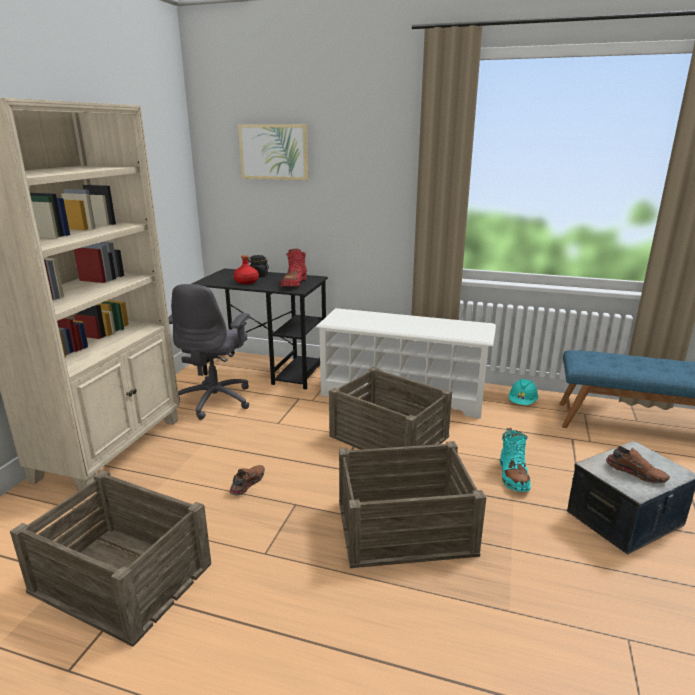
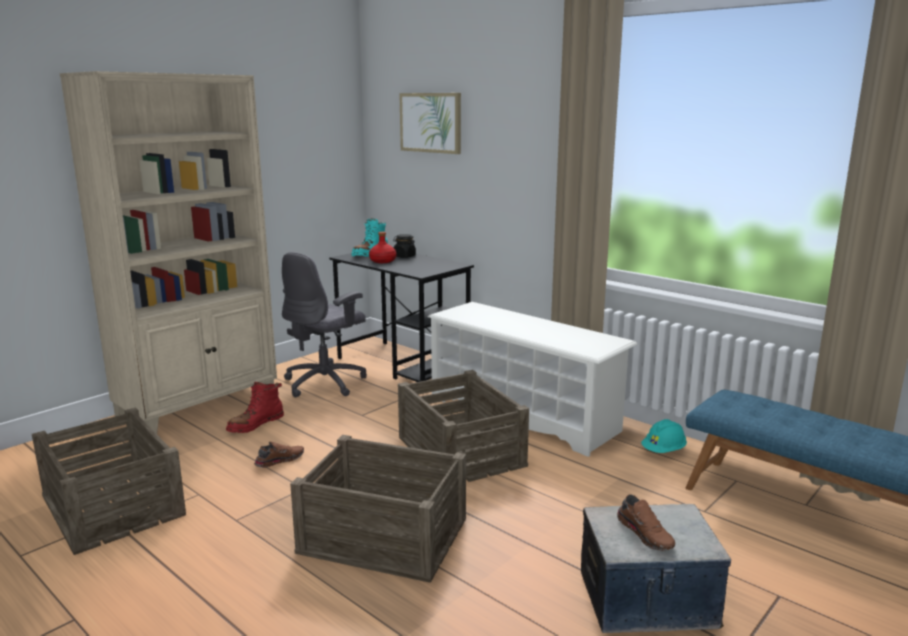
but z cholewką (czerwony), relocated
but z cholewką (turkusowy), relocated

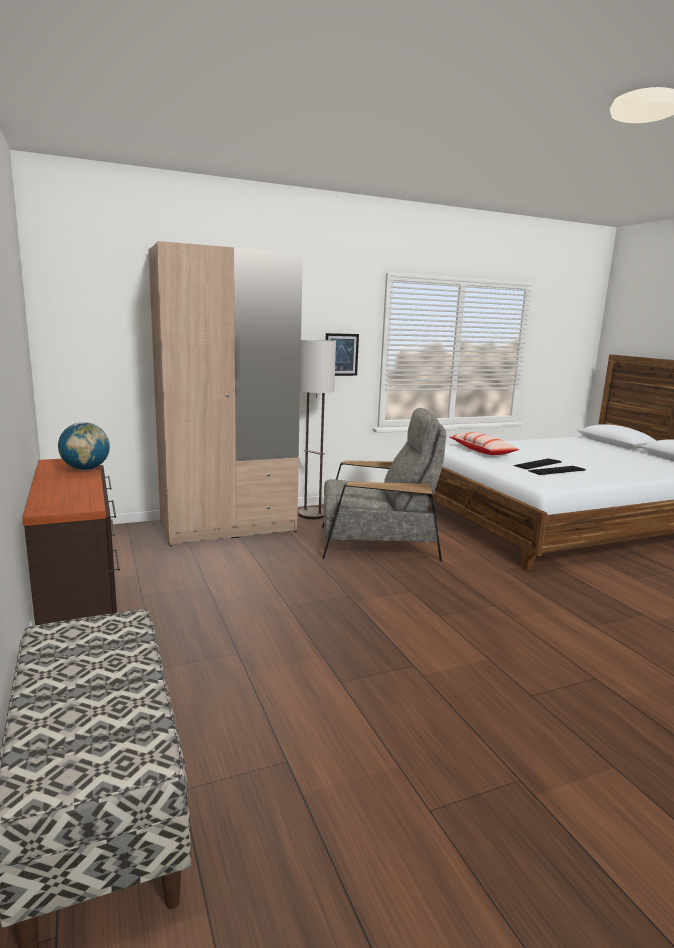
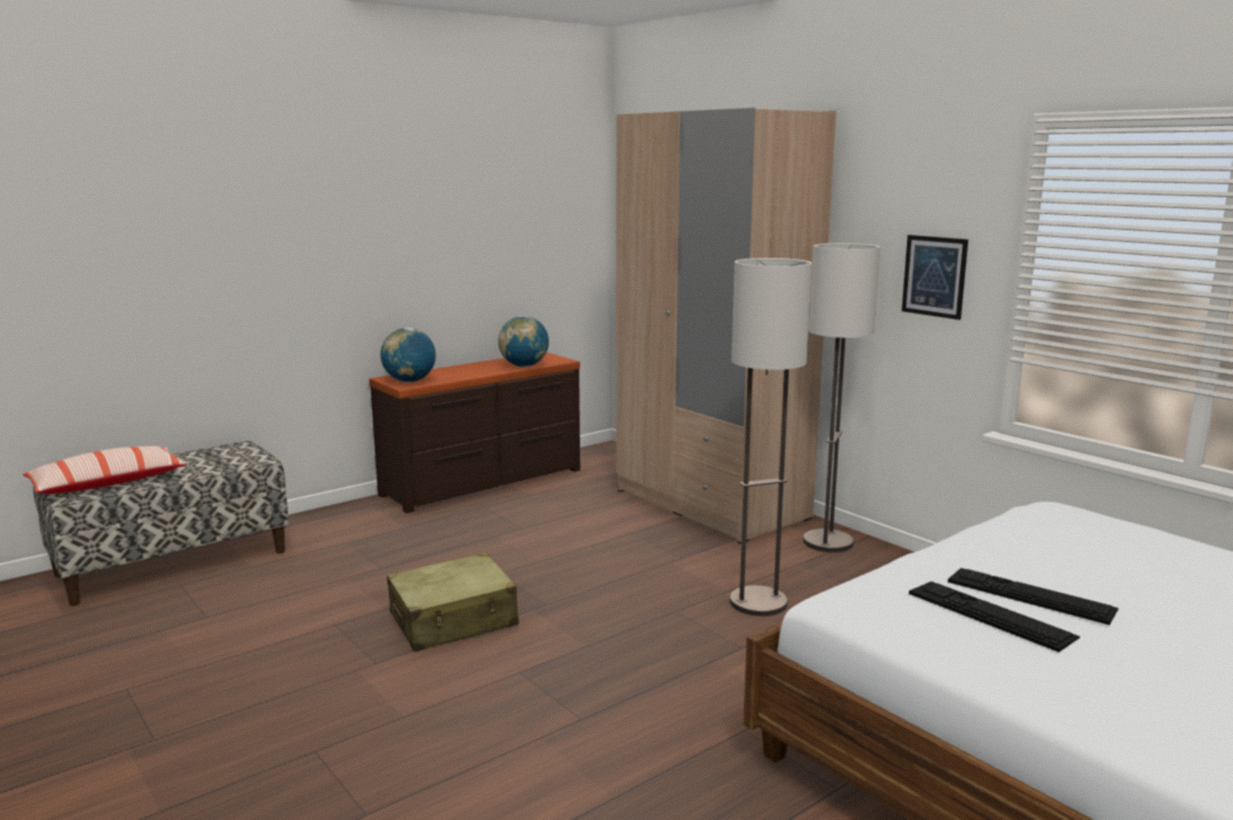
fotel (szary) -> lampa stojąca (no. 1 from left)
poduszka, relocated
none -> globus (no. 1 from left)
none -> walizka (beżowy)

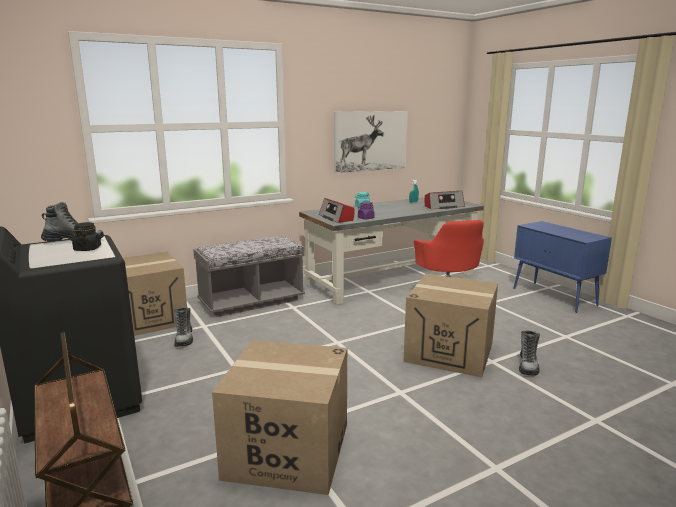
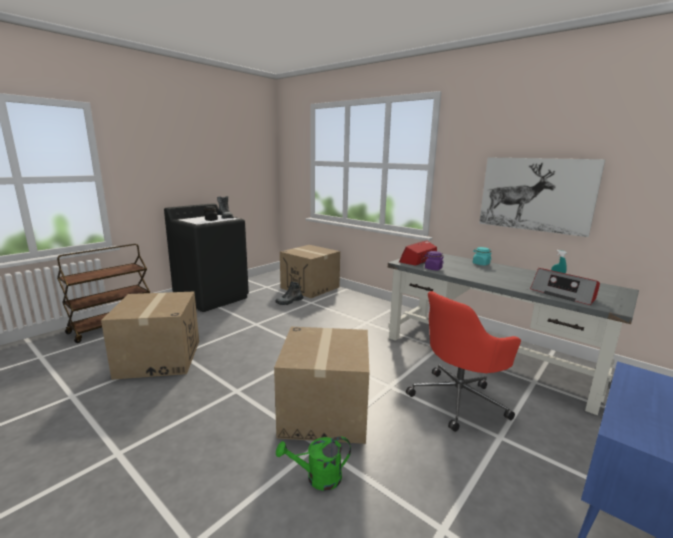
ławka (szary) -> none
but z cholewką (no. 3 from left) -> konewka (zielony)

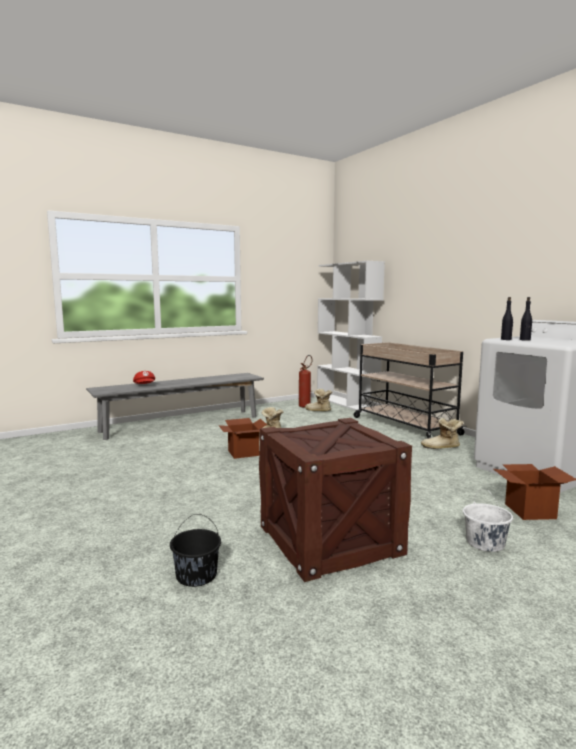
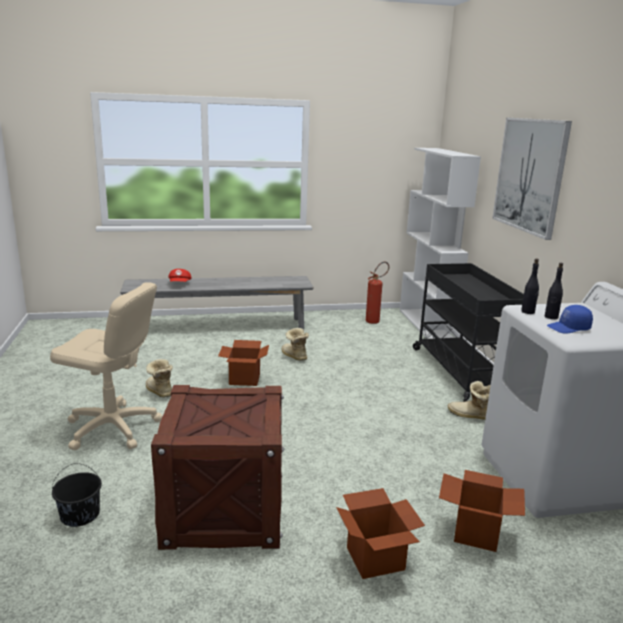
but z cholewką (no. 2 from left in the first image) -> but z cholewką (no. 1 from left), relocated
wózek (beżowy) -> wózek (czarny)
wiadro (biały) -> karton (no. 2 from left)
none -> krzesło biurowe (beżowy)
none -> obraz
none -> czapka z daszkiem (niebieski)

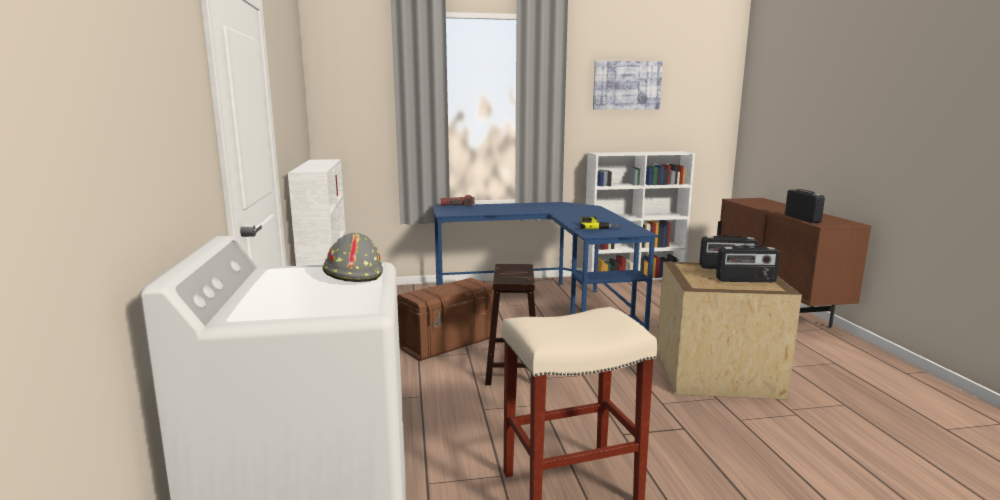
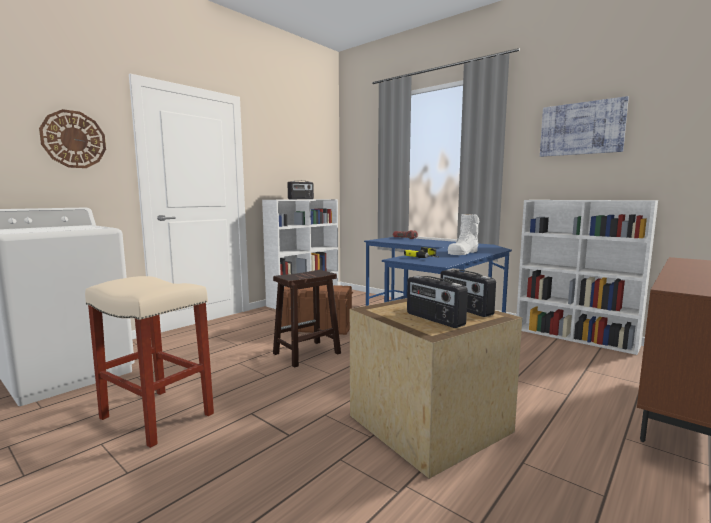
kask (szary) -> none
radio (no. 3 from left in the first image) -> radio (no. 1 from left), relocated
none -> zegar ścienny
none -> but z cholewką (biały)

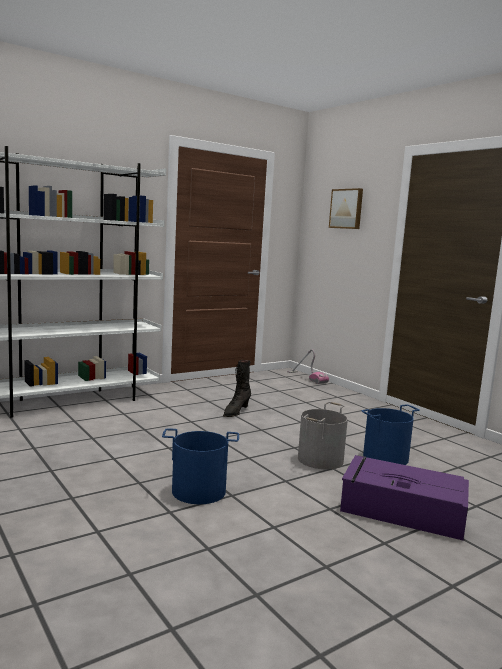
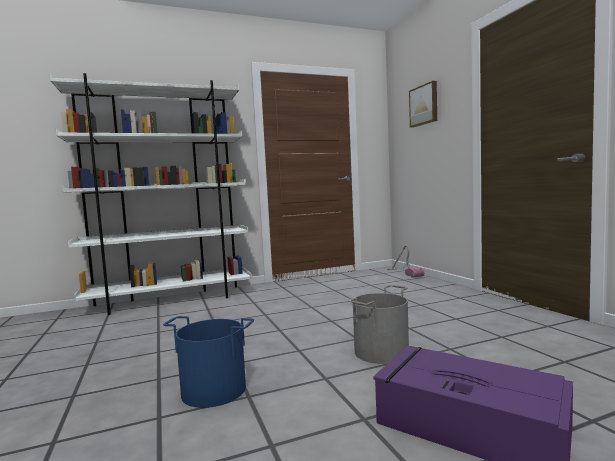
but z cholewką (czarny) -> none
wiadro (niebieski) (no. 2 from left) -> none

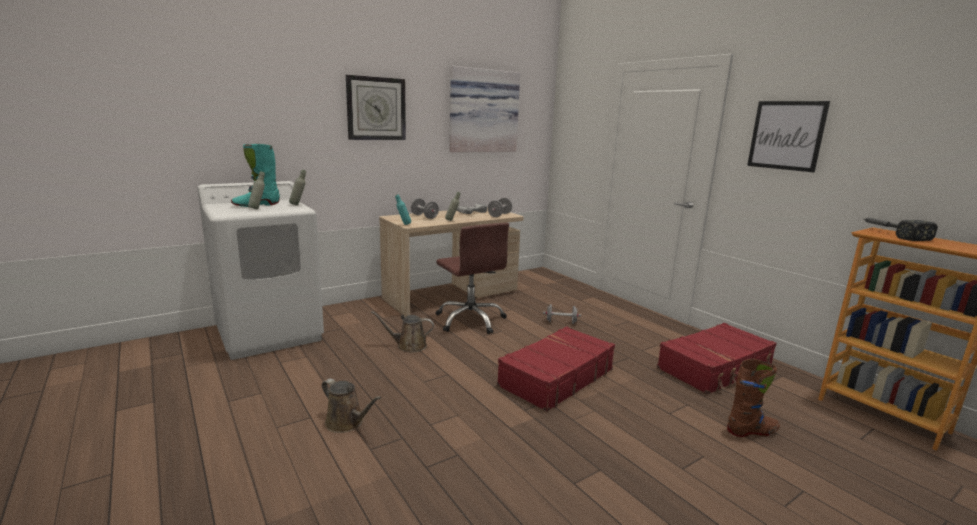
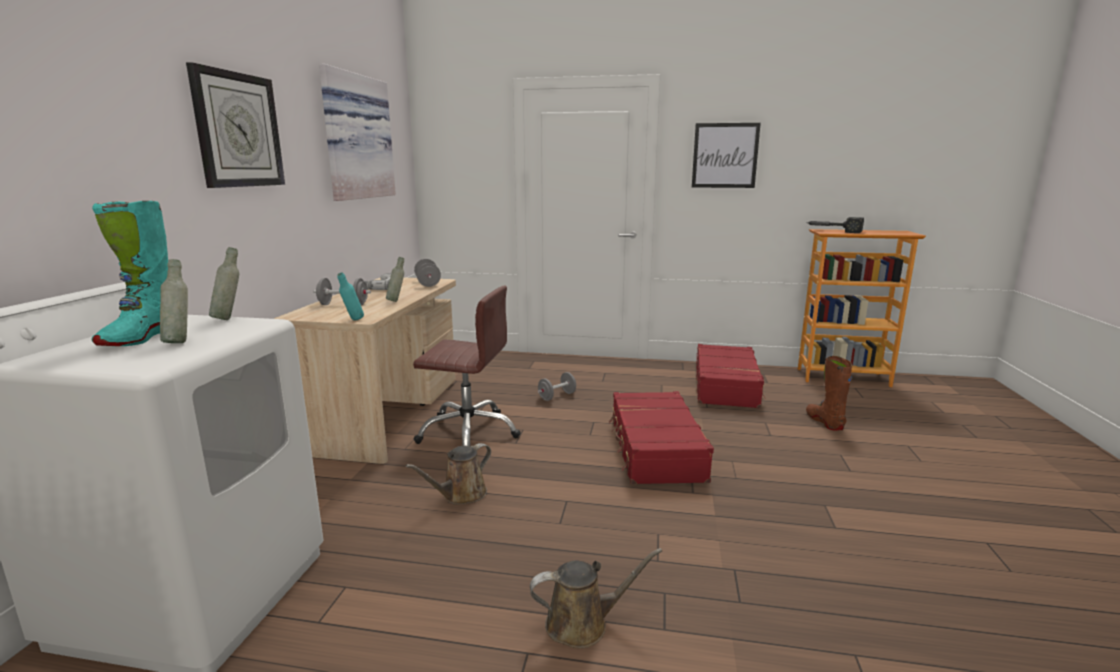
but z cholewką (brązowy), 45 degrees counterclockwise

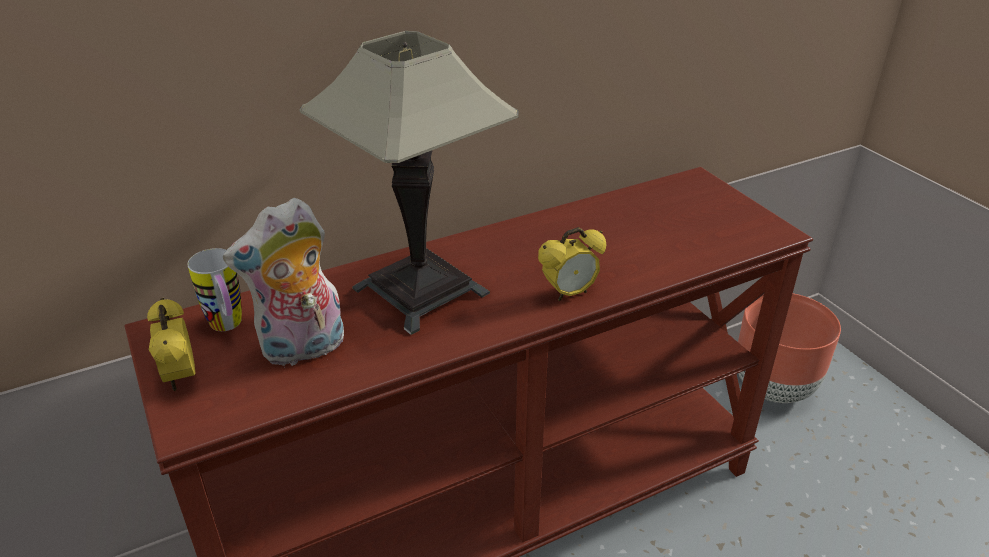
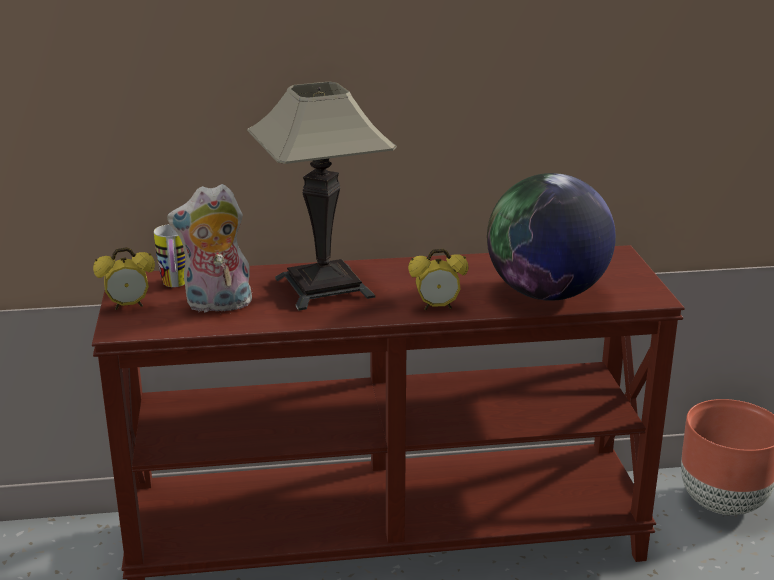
budzik (no. 1 from left), 105 degrees counterclockwise
none -> globus

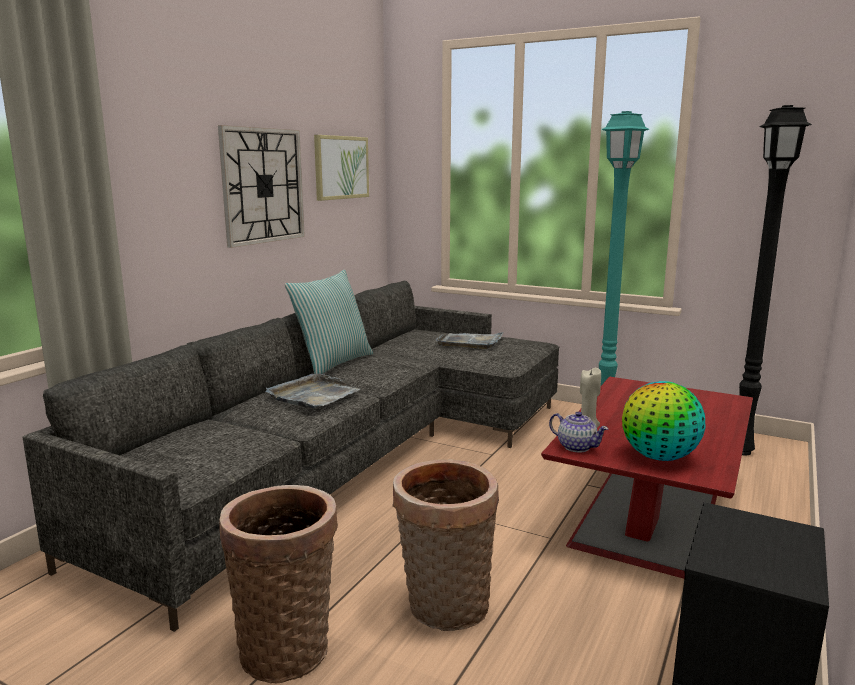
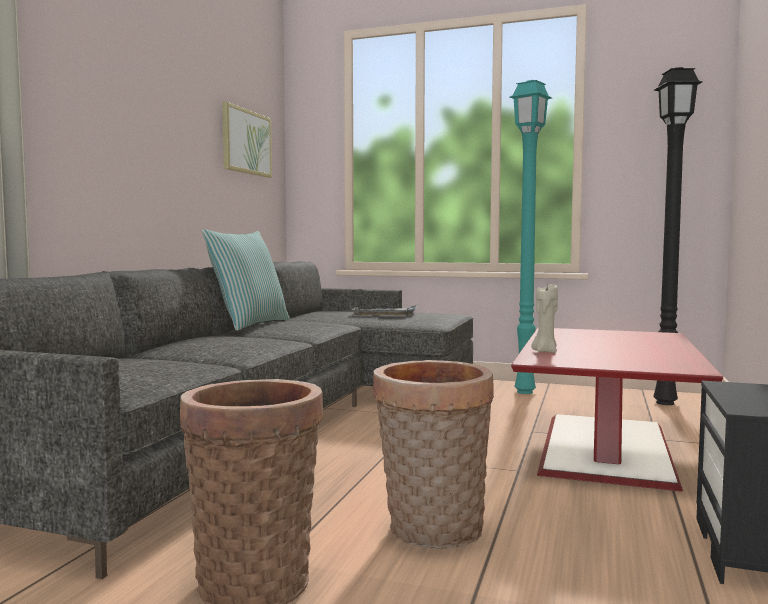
zegar ścienny -> none
taca (szary) (no. 1 from left) -> none
imbryk -> none
globus -> none

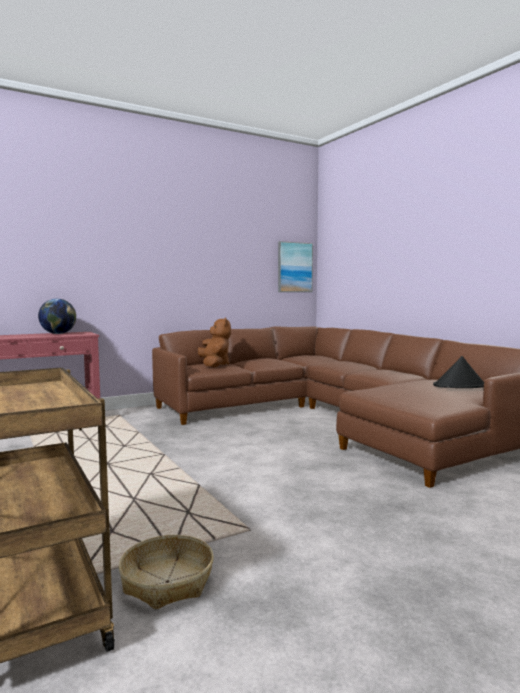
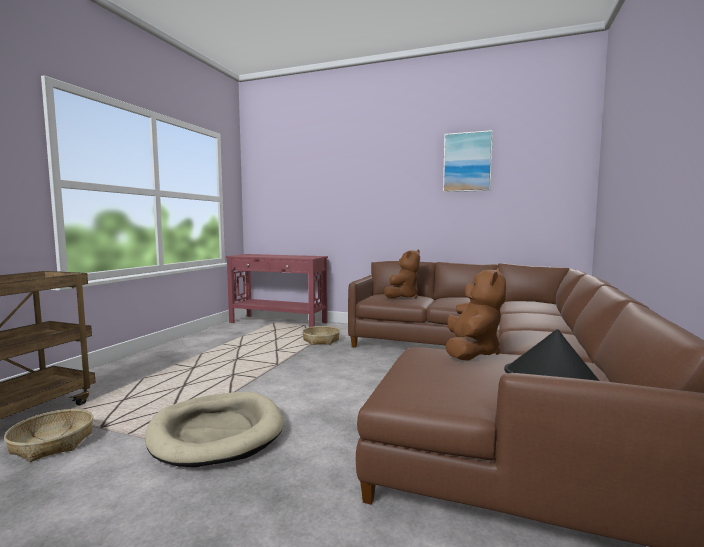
globus -> none
obraz, relocated
none -> legowisko (beżowy)
none -> koszyk (no. 2 from left)
none -> pluszak (brązowy) (no. 2 from left)

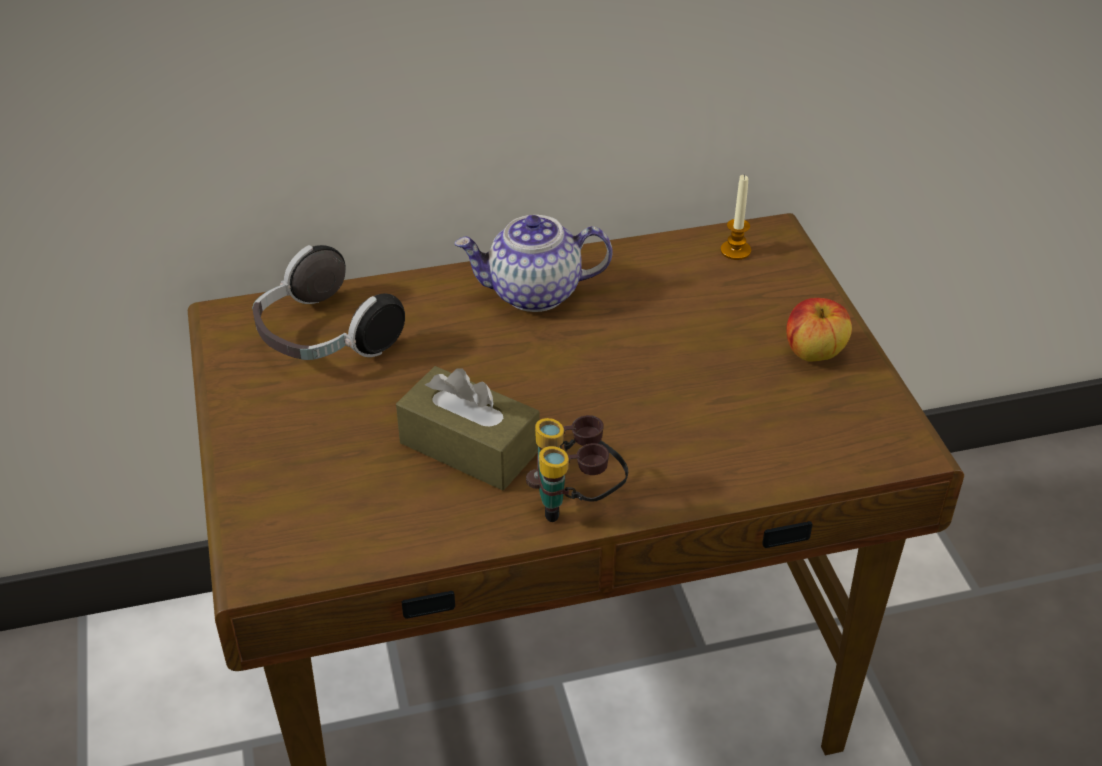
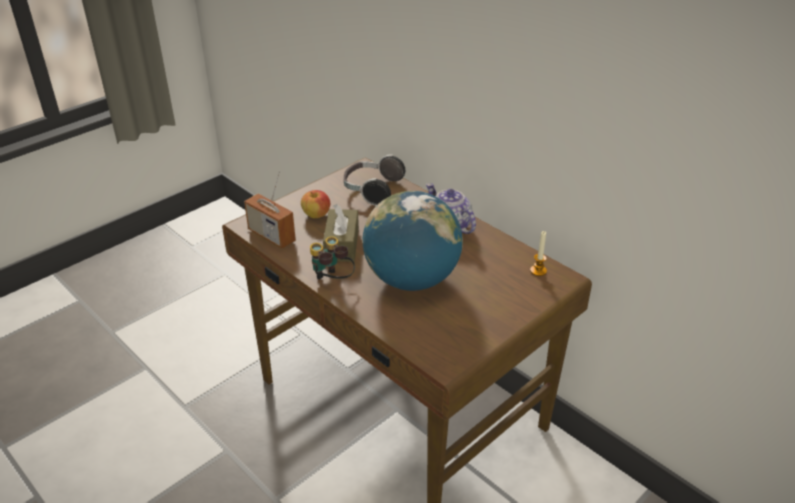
jabłko, relocated
none -> radio
none -> globus

